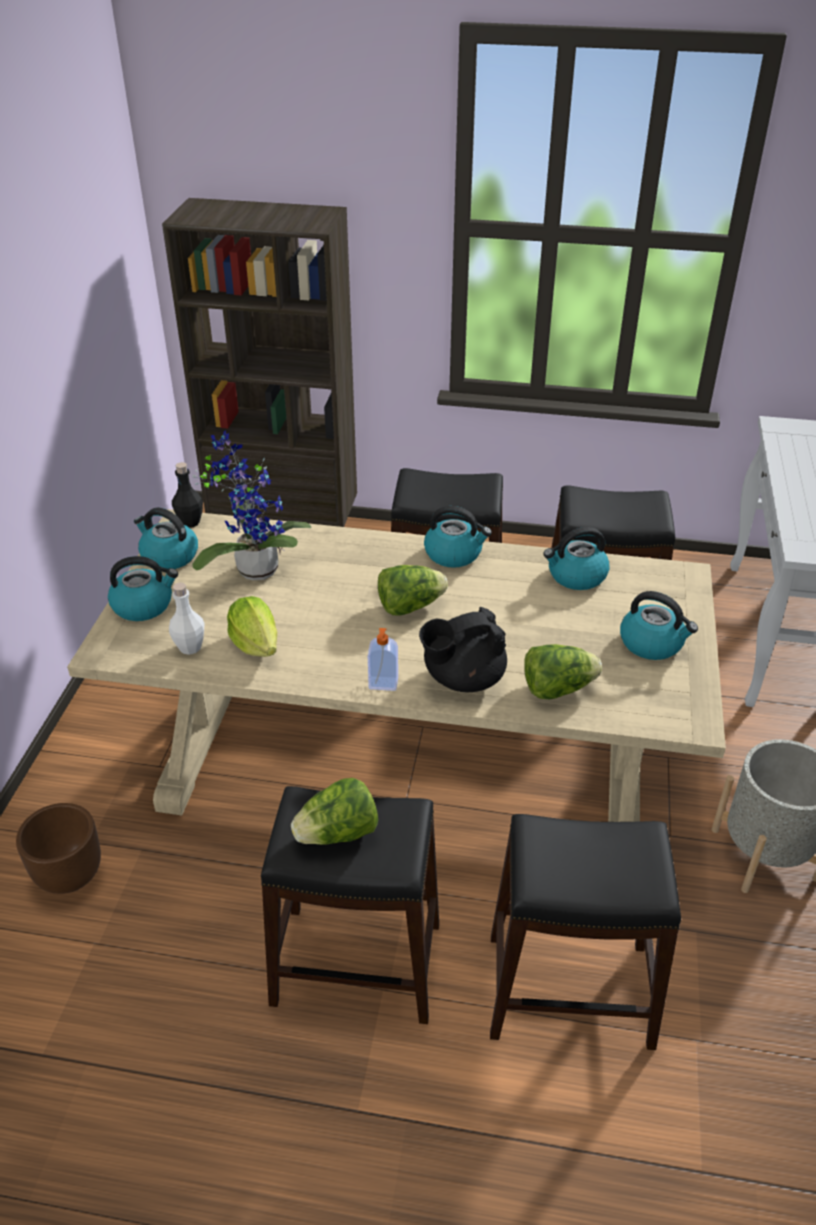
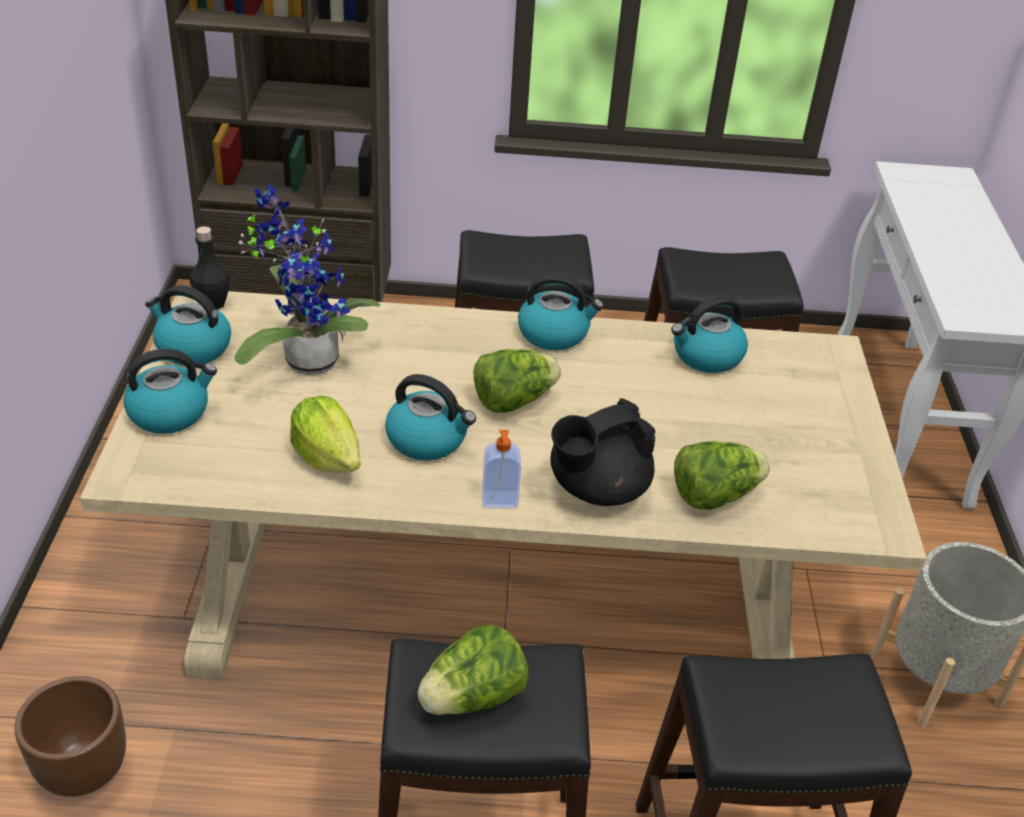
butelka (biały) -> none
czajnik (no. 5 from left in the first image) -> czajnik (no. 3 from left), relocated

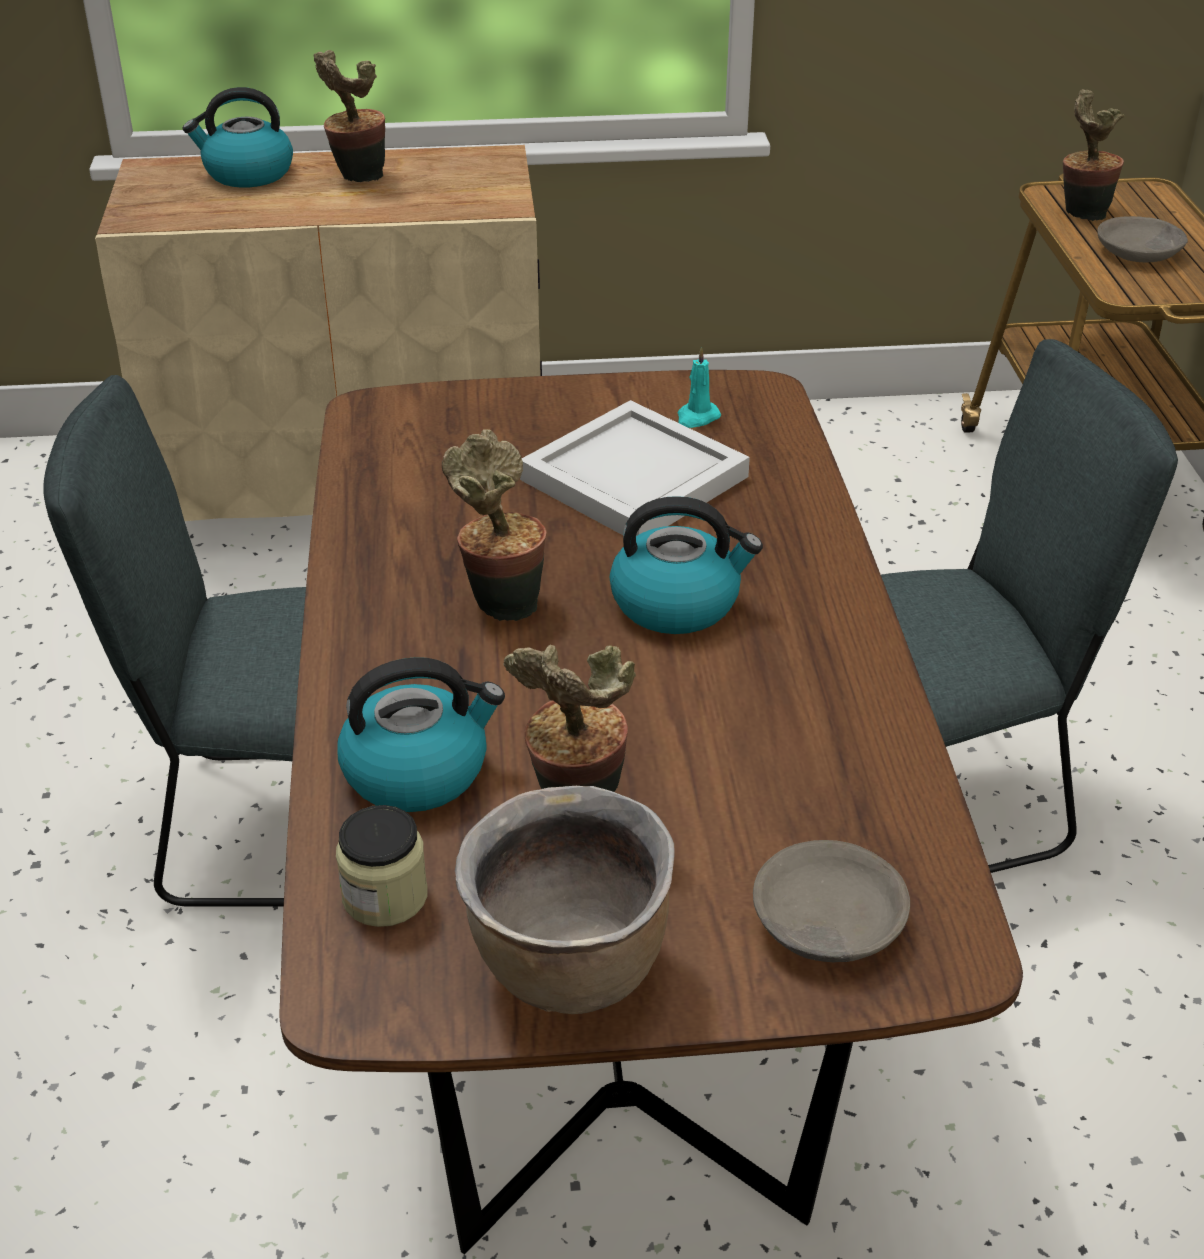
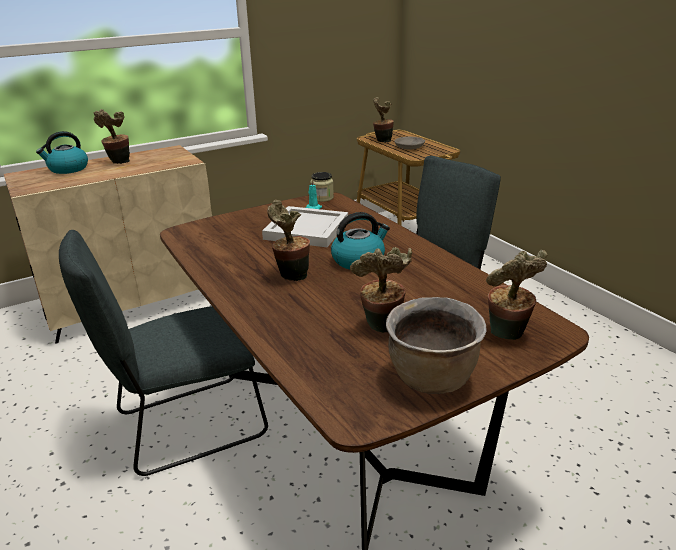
słoik, relocated
czajnik (no. 2 from left) -> none
miska (szary) (no. 1 from left) -> roślina doniczkowa (no. 5 from left)

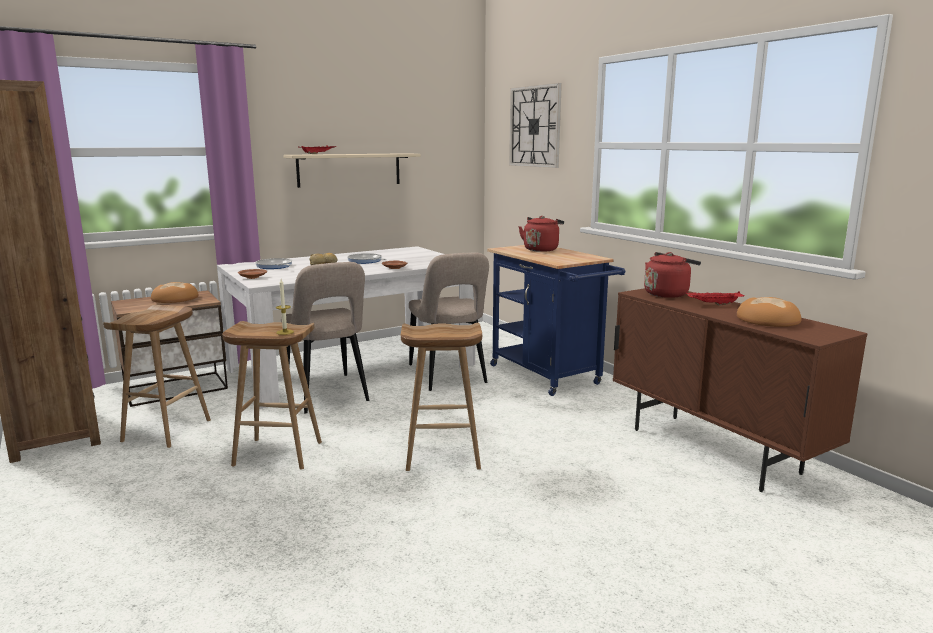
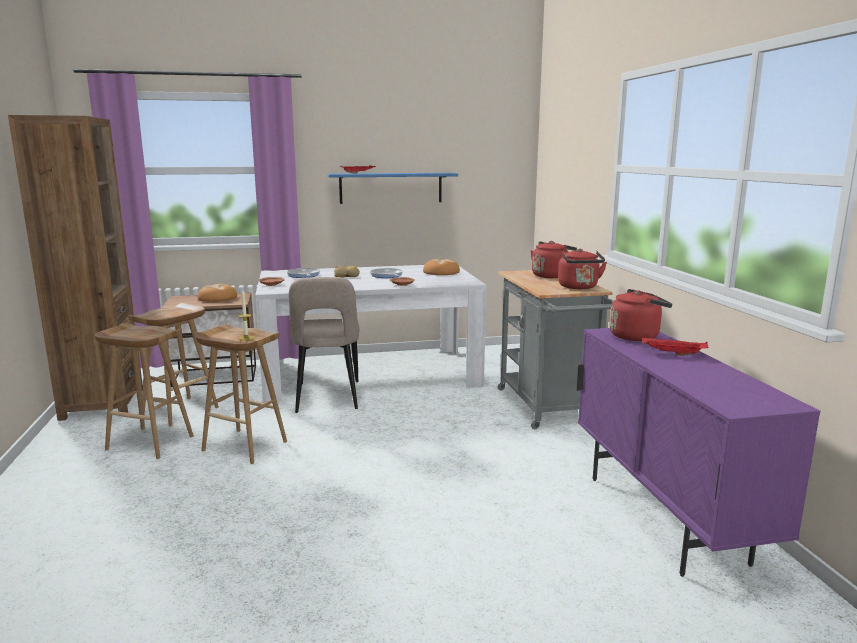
półka (beżowy) -> półka (niebieski)
stołek (brązowy) (no. 3 from left in the first image) -> stołek (brązowy) (no. 1 from left), relocated
krzesło (beżowy) (no. 2 from left) -> none
wózek (niebieski) -> wózek (szary)
zegar ścienny -> none
szafka (brązowy) -> szafka (fioletowy)
chleb (no. 3 from left), relocated
none -> czajnik (czerwony) (no. 2 from left)

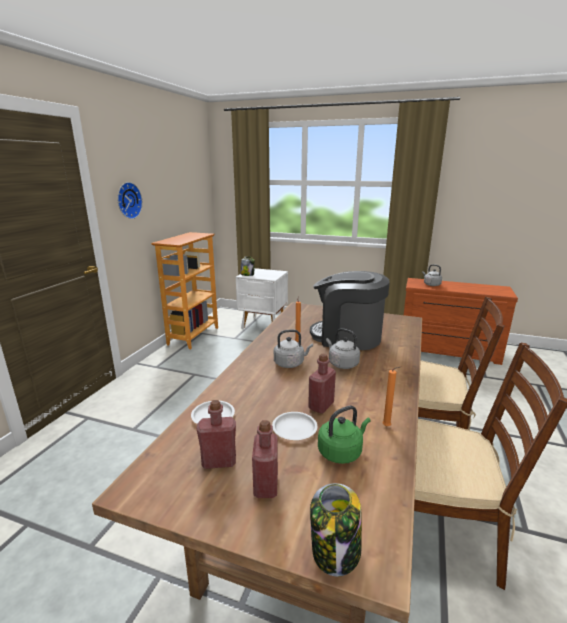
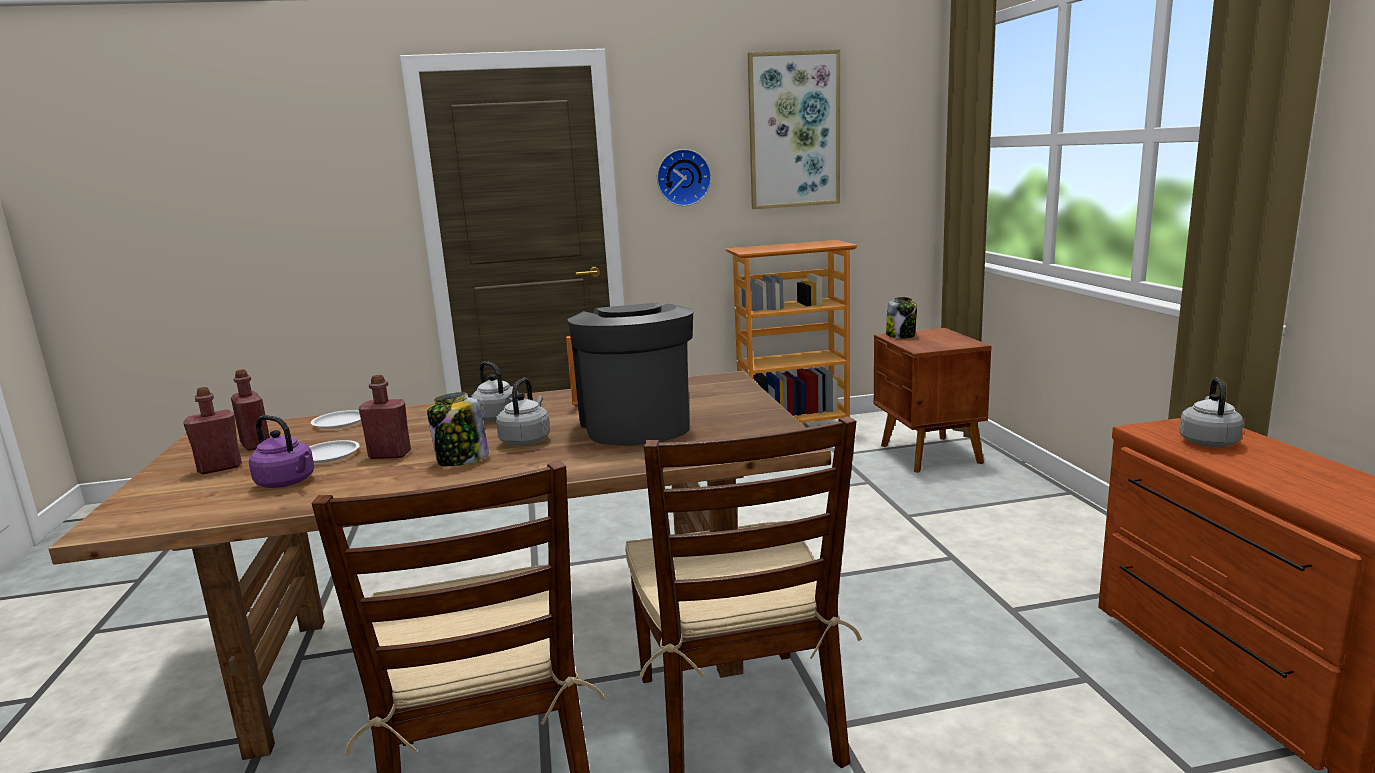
szafka nocna (biały) -> szafka nocna (brązowy)
słoik (no. 2 from left in the first image) -> słoik (no. 1 from left), relocated
czajnik (zielony) -> czajnik (fioletowy)
świeca (pomarańczowy) (no. 2 from left) -> none
none -> obraz

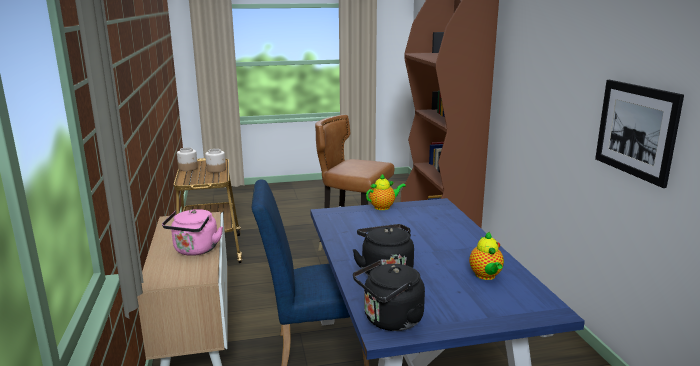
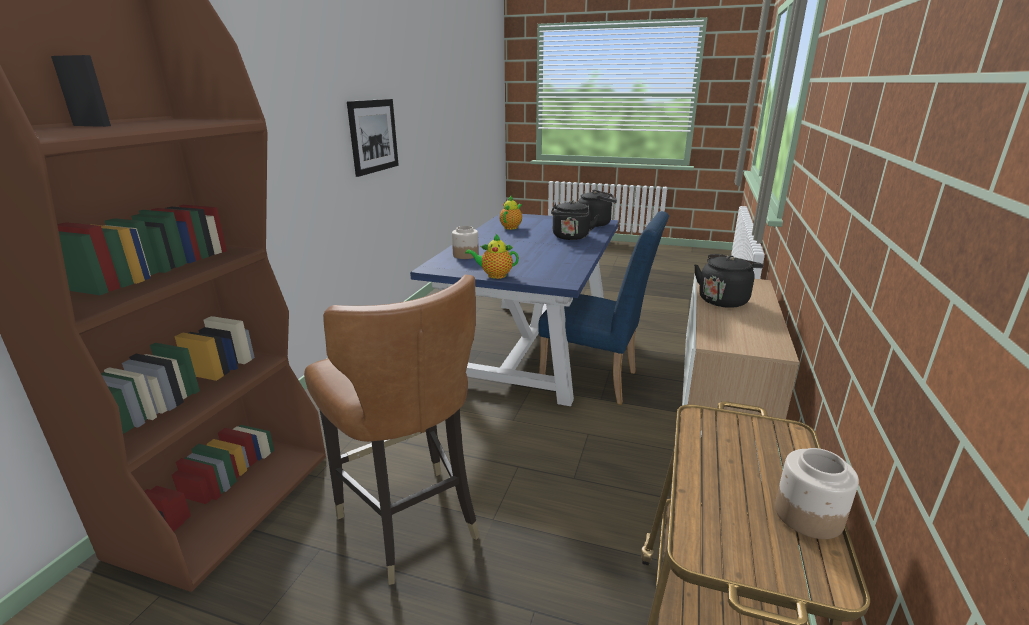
czajnik (różowy) -> czajnik (czarny) (no. 3 from left)
słoik (no. 2 from left in the first image) -> słoik (no. 1 from left), relocated

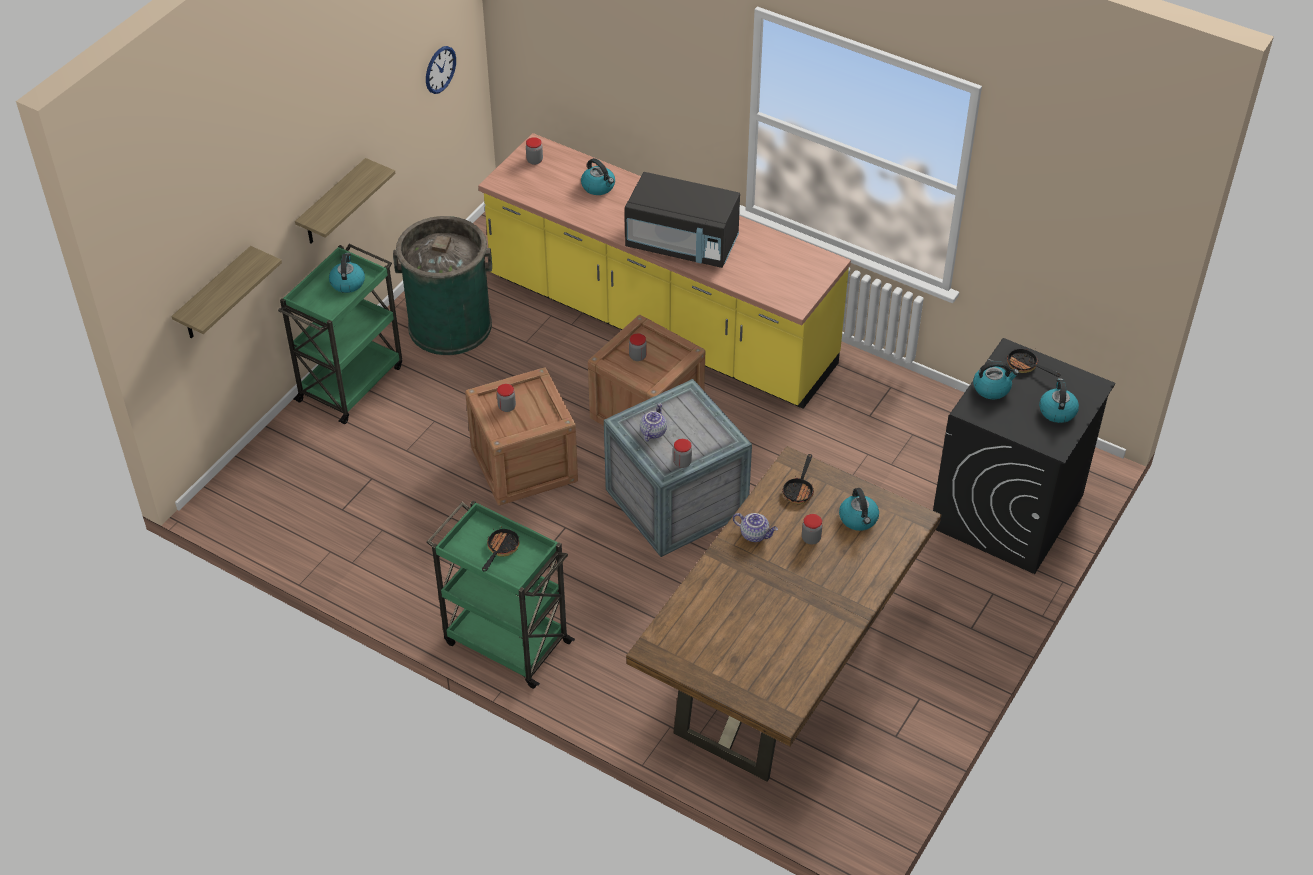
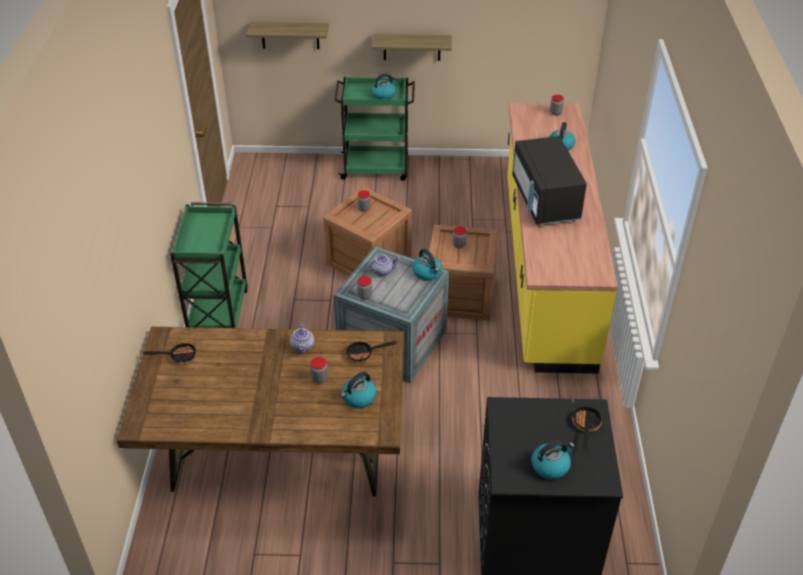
kosz na śmieci (zielony) -> none
zegar ścienny -> none
patelnia (no. 1 from left), relocated
czajnik (no. 4 from left in the first image) -> czajnik (no. 3 from left), relocated

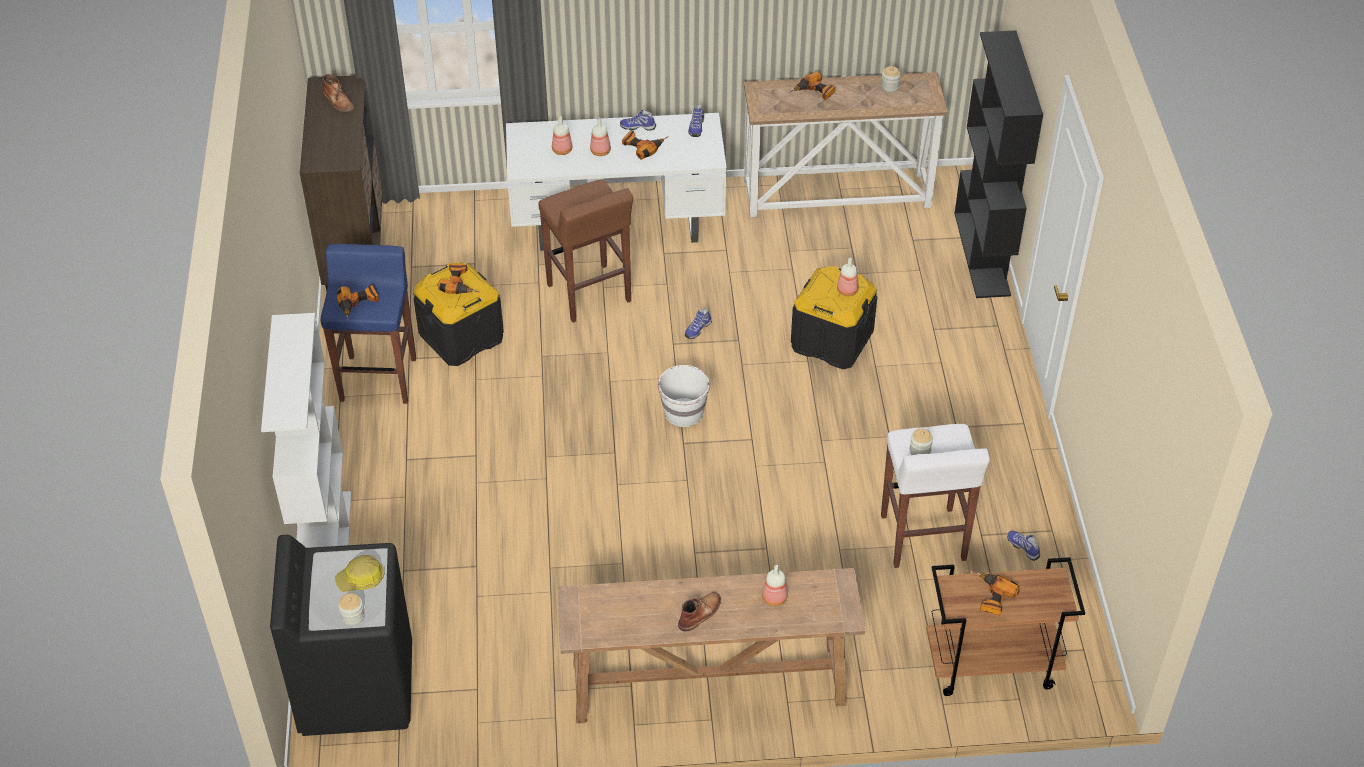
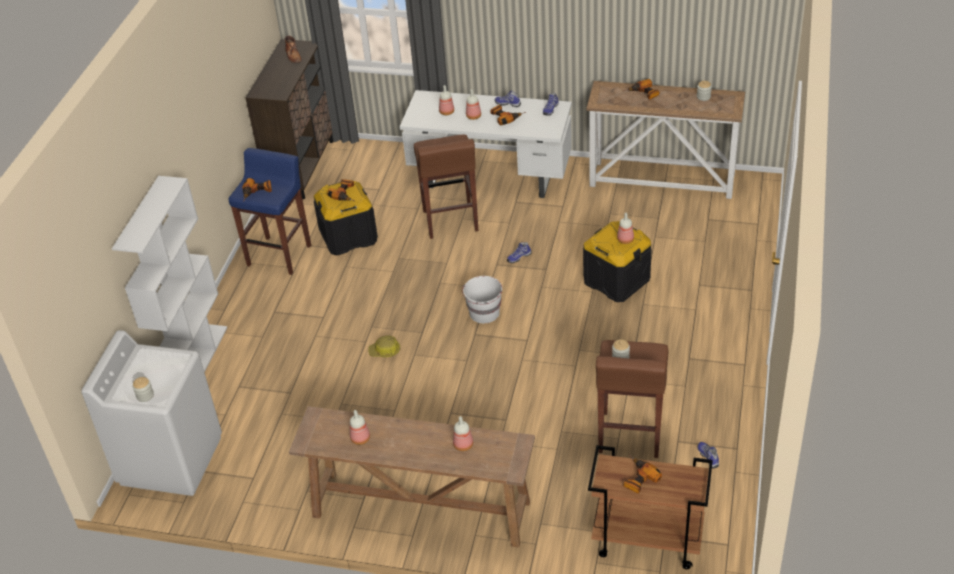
pralka (czarny) -> pralka (biały)
kask, relocated
but z cholewką (brązowy) (no. 2 from left) -> none
stołek (biały) -> stołek (brązowy) (no. 2 from left)
regał (czarny) -> none
none -> butelka (no. 1 from left)

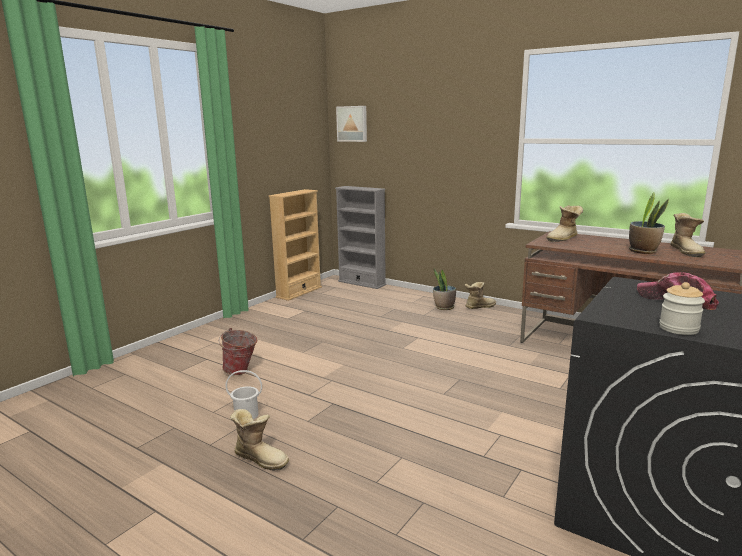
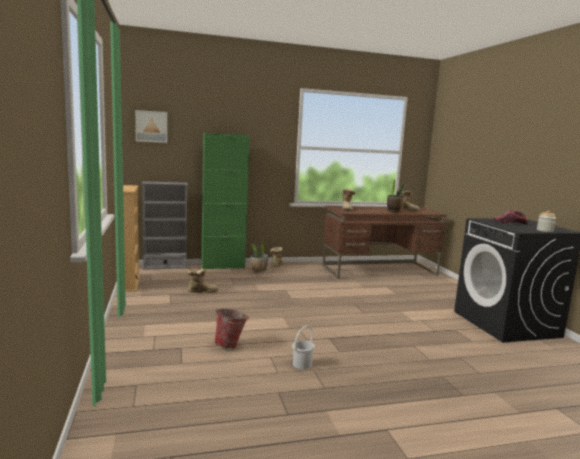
but z cholewką (no. 1 from left), relocated
none -> szafka (zielony)

